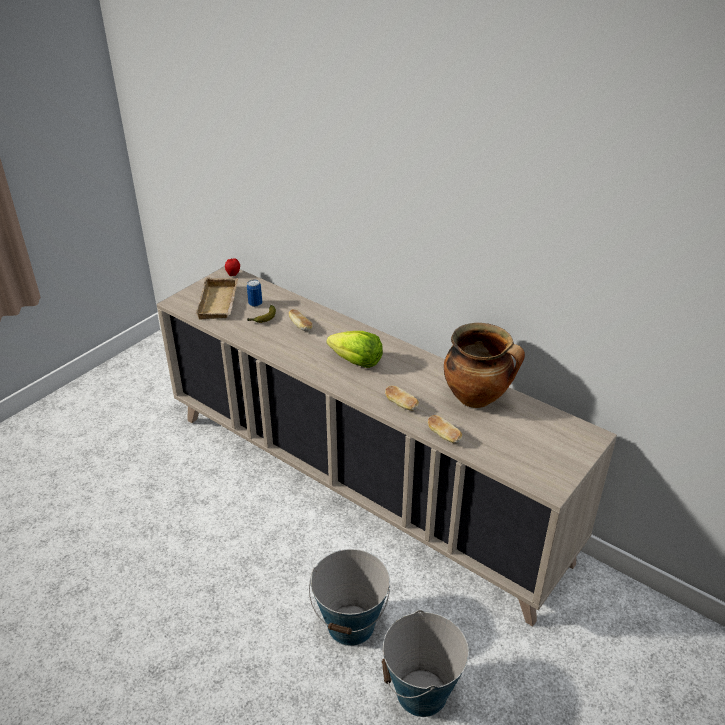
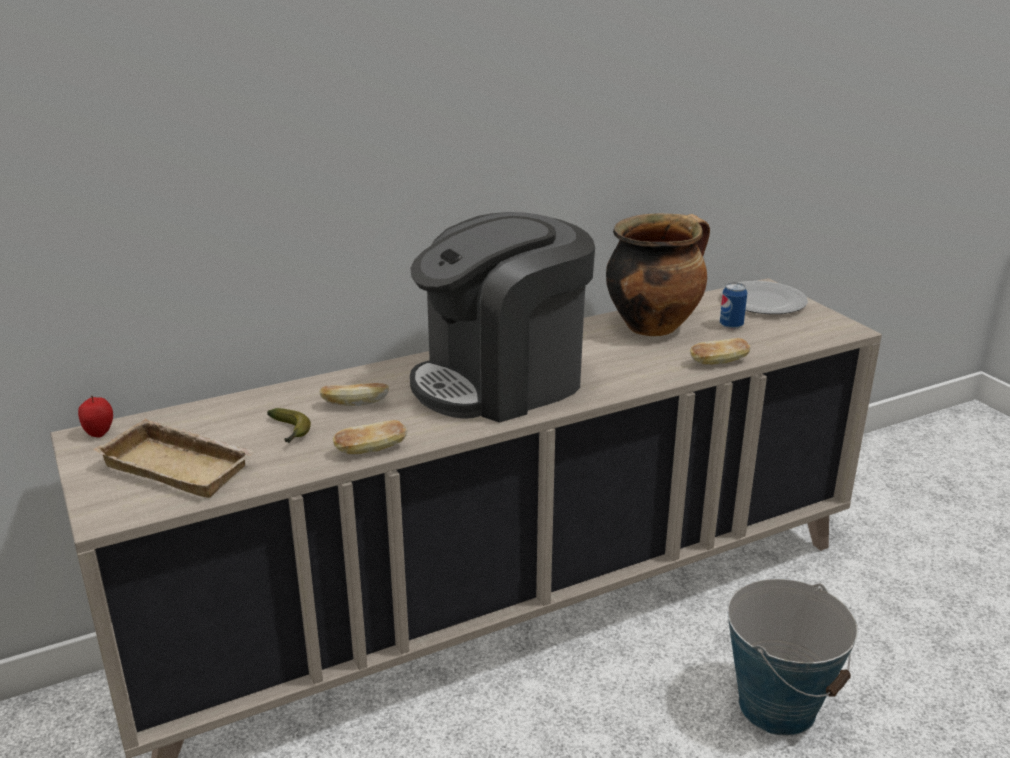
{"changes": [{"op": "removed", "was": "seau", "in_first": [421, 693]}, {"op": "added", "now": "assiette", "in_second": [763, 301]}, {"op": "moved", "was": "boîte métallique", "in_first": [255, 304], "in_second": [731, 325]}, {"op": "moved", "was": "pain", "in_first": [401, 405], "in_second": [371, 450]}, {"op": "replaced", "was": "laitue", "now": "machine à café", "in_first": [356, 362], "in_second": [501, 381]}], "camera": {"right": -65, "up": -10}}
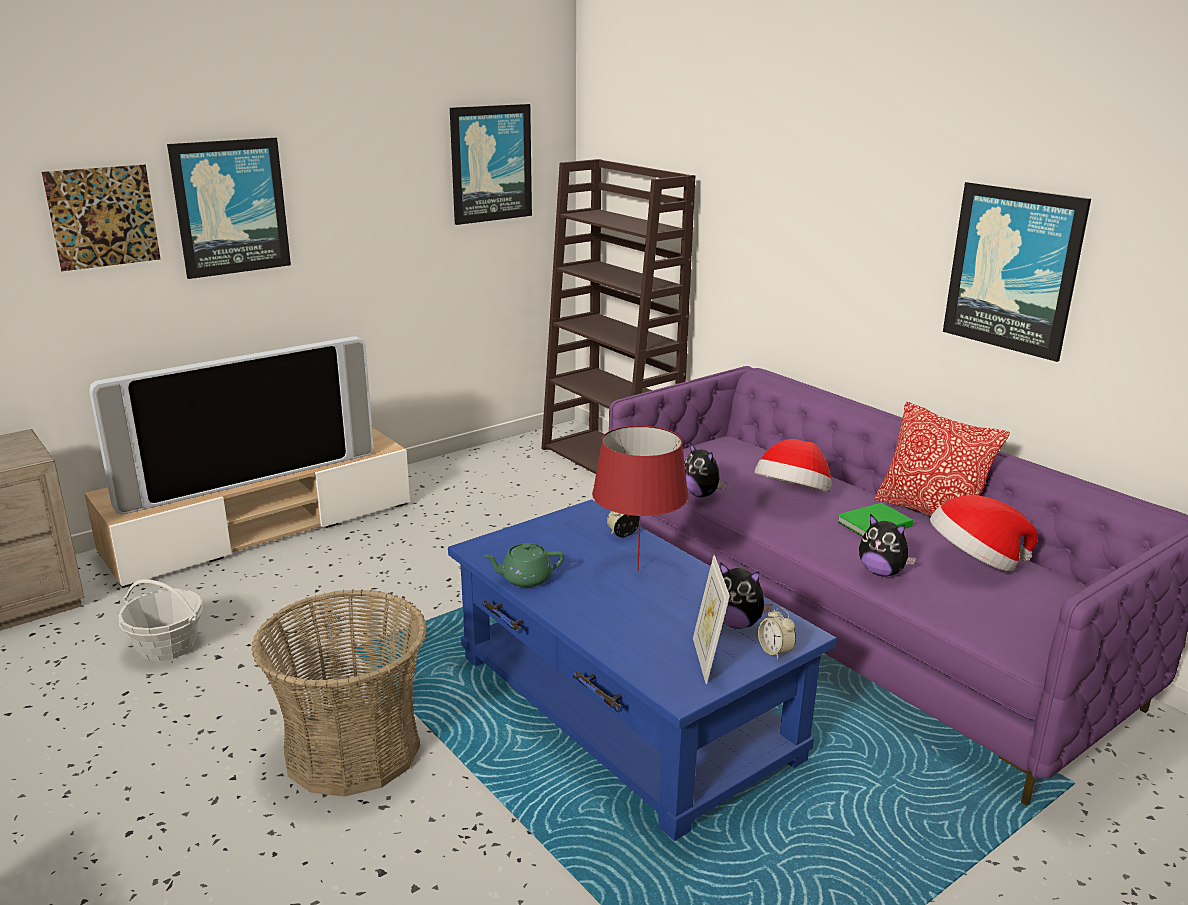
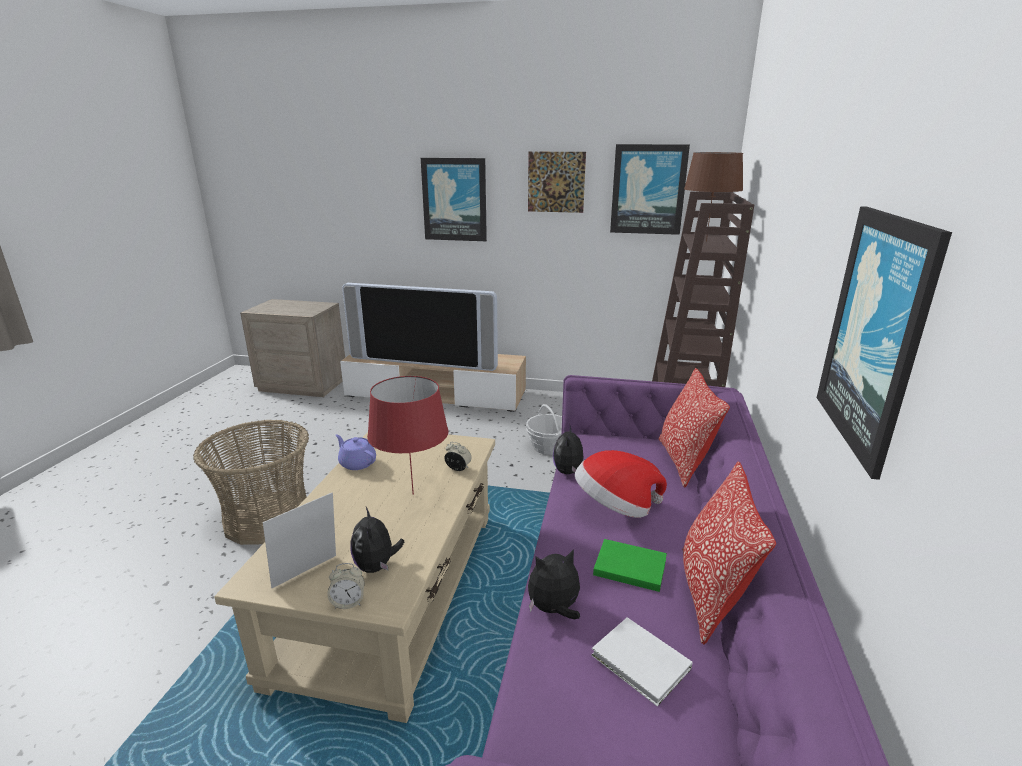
{"changes": [{"op": "added", "now": "coussin", "in_second": [684, 461]}, {"op": "added", "now": "lampe de table [marron]", "in_second": [706, 241]}, {"op": "moved", "was": "tableau", "in_first": [103, 217], "in_second": [556, 182]}, {"op": "moved", "was": "panier", "in_first": [167, 646], "in_second": [548, 447]}, {"op": "replaced", "was": "chapeau", "now": "livre [blanc]", "in_first": [974, 562], "in_second": [641, 664]}, {"op": "recoloured", "was": "table basse [bleu]", "now": "table basse [beige]", "in_first": [624, 707], "in_second": [391, 592]}, {"op": "recoloured", "was": "théière [vert]", "now": "théière [violet]", "in_first": [525, 579], "in_second": [357, 463]}, {"op": "turned", "was": "réveil", "in_first": [775, 651], "in_second": [348, 602], "clockwise": -120}, {"op": "turned", "was": "peluche", "in_first": [882, 572], "in_second": [554, 609], "clockwise": 75}], "camera": {"right": 50, "up": 0}}
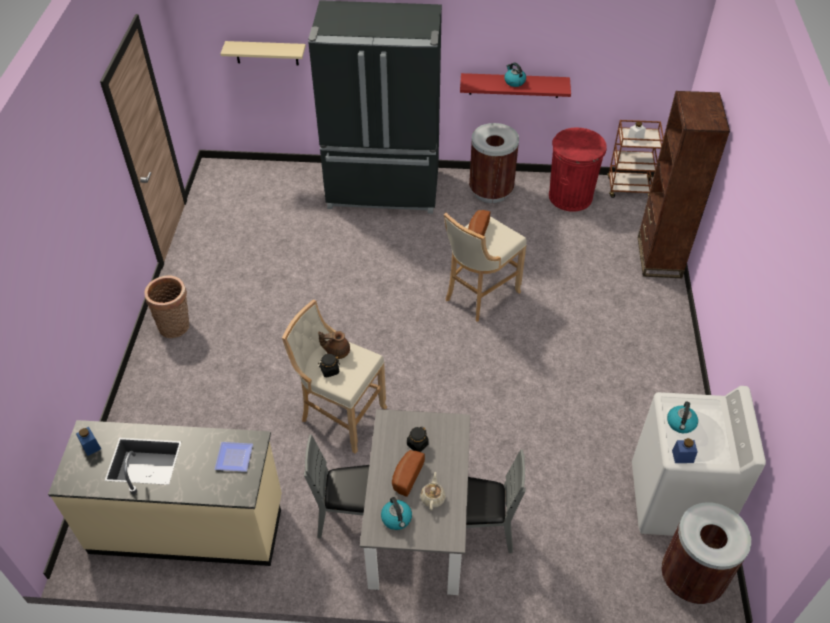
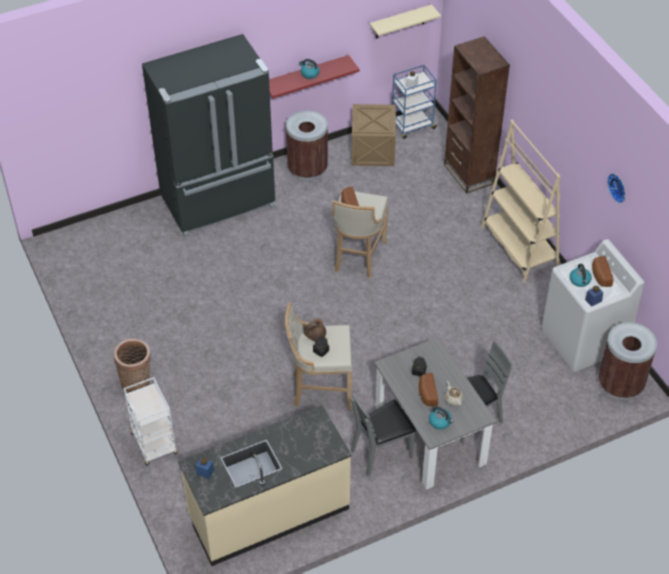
{"changes": [{"op": "removed", "was": "assiette", "in_first": [232, 458]}, {"op": "added", "now": "chariot [blanc]", "in_second": [154, 444]}, {"op": "added", "now": "bibliothèque [beige]", "in_second": [519, 247]}, {"op": "added", "now": "pain", "in_second": [600, 276]}, {"op": "added", "now": "horloge murale", "in_second": [618, 187]}, {"op": "moved", "was": "étagère [beige]", "in_first": [266, 53], "in_second": [400, 22]}, {"op": "replaced", "was": "poubelle [rouge]", "now": "caisse", "in_first": [570, 196], "in_second": [373, 150]}, {"op": "recoloured", "was": "chariot [marron]", "now": "chariot [bleu]", "in_first": [628, 188], "in_second": [412, 126]}], "camera": {"right": -30, "up": 0}}
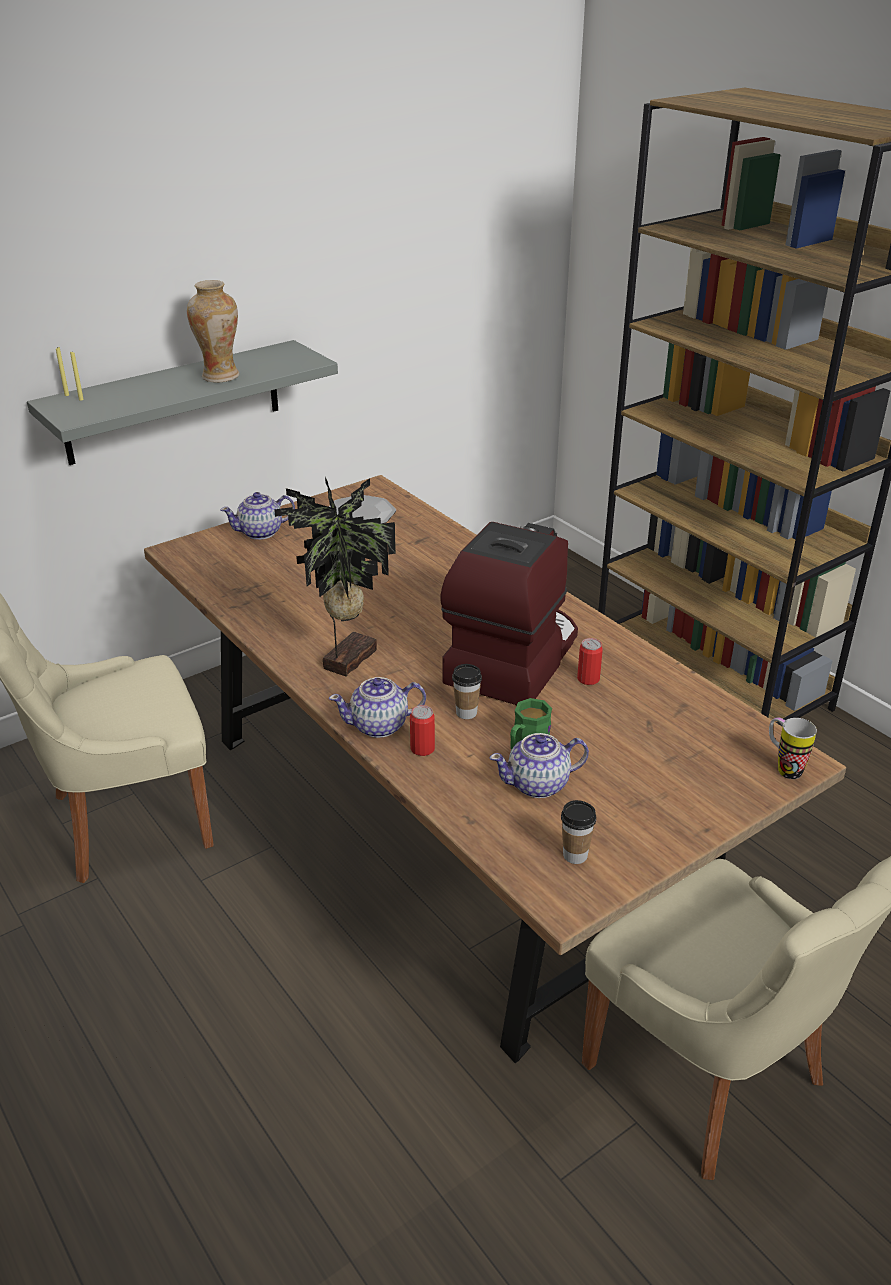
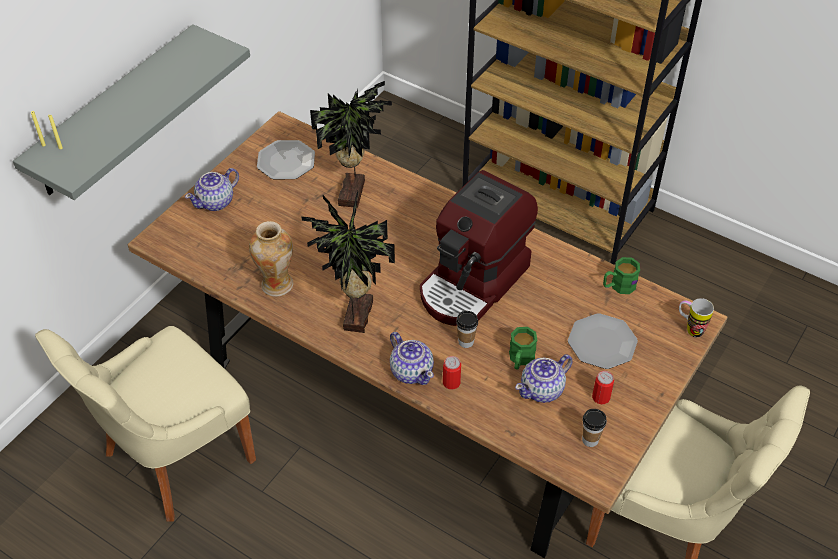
{"changes": [{"op": "added", "now": "plante en pot", "in_second": [354, 193]}, {"op": "added", "now": "assiette", "in_second": [602, 342]}, {"op": "added", "now": "mug [vert]", "in_second": [618, 286]}, {"op": "moved", "was": "vase", "in_first": [220, 376], "in_second": [276, 285]}, {"op": "moved", "was": "boîte métallique", "in_first": [588, 679], "in_second": [601, 397]}, {"op": "turned", "was": "théière", "in_first": [380, 726], "in_second": [411, 371], "clockwise": -90}, {"op": "turned", "was": "machine à café", "in_first": [511, 659], "in_second": [474, 283], "clockwise": -150}], "camera": {"right": -20, "up": 15}}
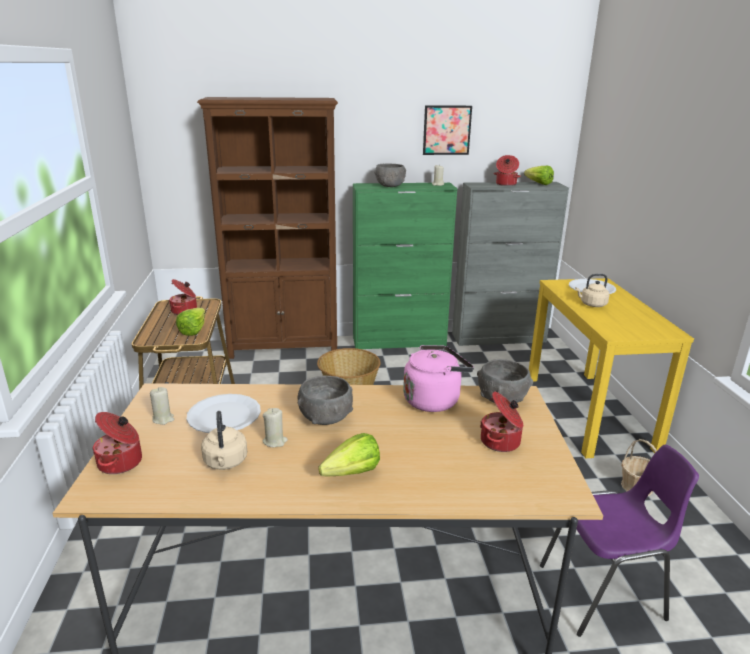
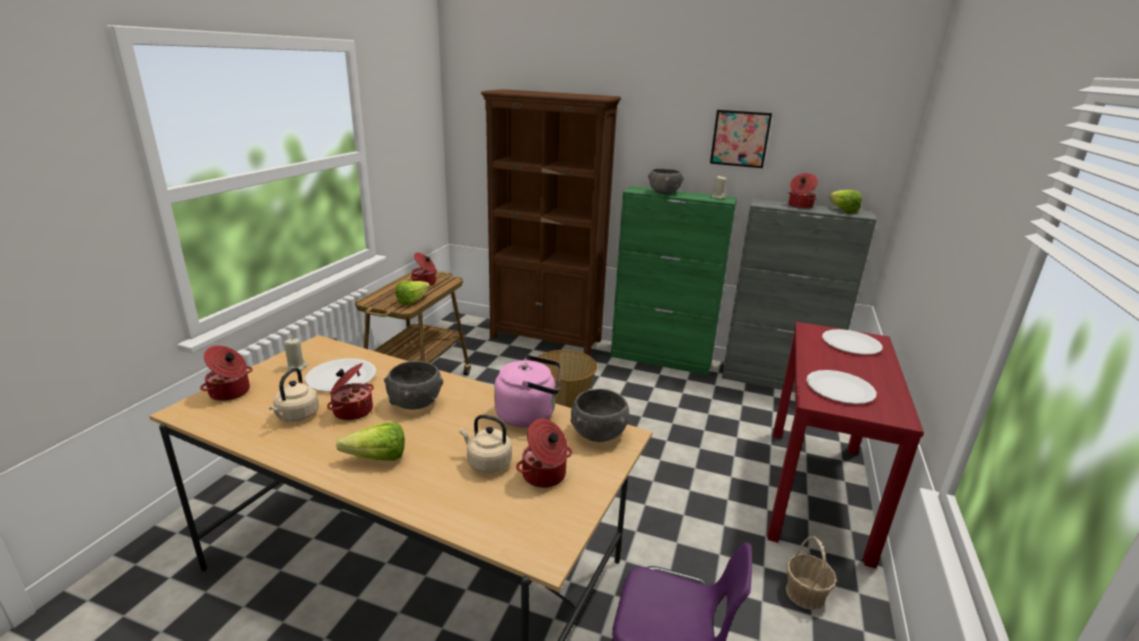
{"changes": [{"op": "added", "now": "assiette [blanc]", "in_second": [839, 388]}, {"op": "moved", "was": "bouilloire [beige]", "in_first": [591, 304], "in_second": [487, 463]}, {"op": "replaced", "was": "bougie [beige]", "now": "marmite", "in_first": [275, 441], "in_second": [352, 410]}, {"op": "recoloured", "was": "table console [jaune]", "now": "table console [rouge]", "in_first": [588, 412], "in_second": [817, 490]}], "camera": {"right": 25, "up": 0}}
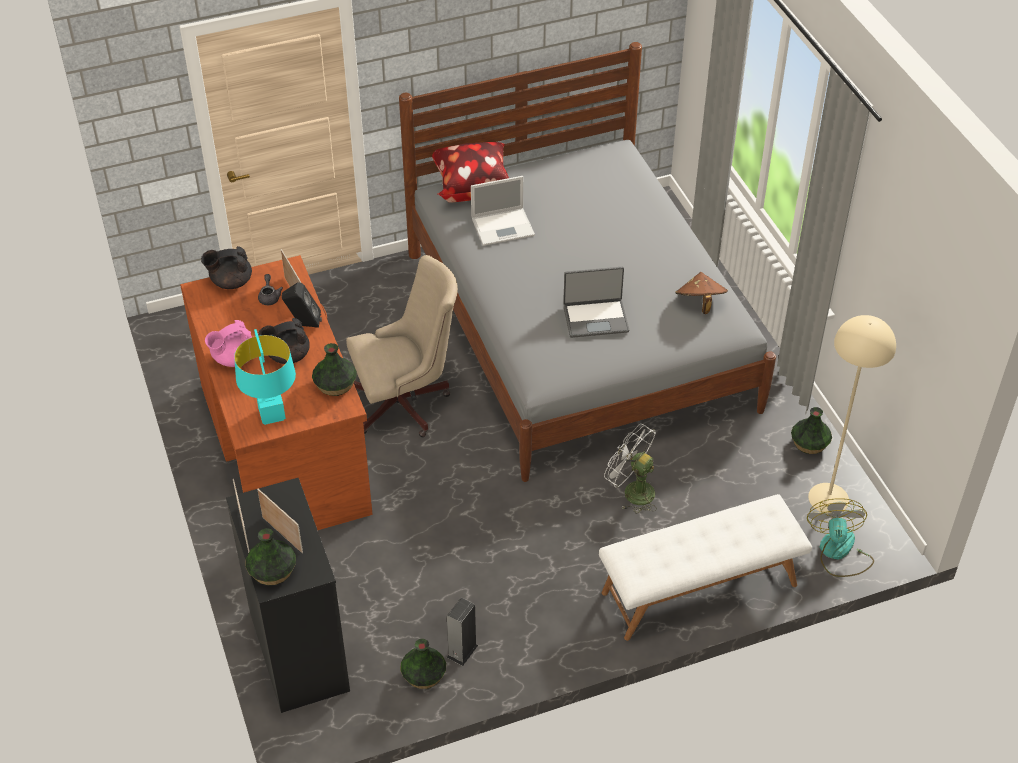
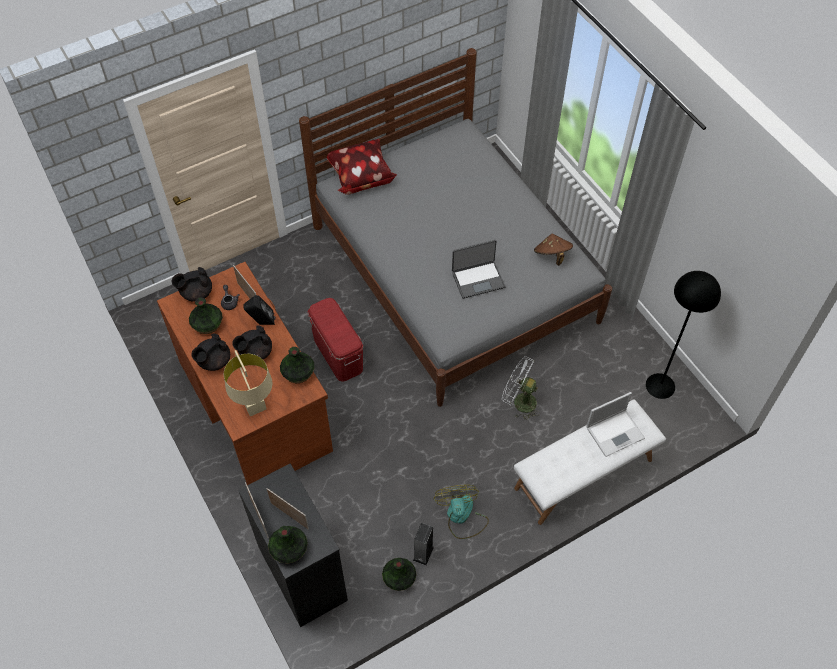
{"changes": [{"op": "moved", "was": "ordinateur portable", "in_first": [504, 226], "in_second": [616, 432]}, {"op": "moved", "was": "vase", "in_first": [810, 444], "in_second": [208, 324]}, {"op": "moved", "was": "ventilateur", "in_first": [838, 552], "in_second": [461, 517]}, {"op": "replaced", "was": "chaise de bureau [beige]", "now": "boîte de rangement [rouge]", "in_first": [406, 403], "in_second": [338, 354]}, {"op": "recoloured", "was": "théière [rose]", "now": "théière [noir]", "in_first": [233, 359], "in_second": [213, 361]}, {"op": "recoloured", "was": "lampe de table [turquoise]", "now": "lampe de table [beige]", "in_first": [272, 415], "in_second": [255, 406]}, {"op": "recoloured", "was": "lampadaire [beige]", "now": "lampadaire [noir]", "in_first": [828, 498], "in_second": [660, 386]}], "camera": {"right": -10, "up": 10}}
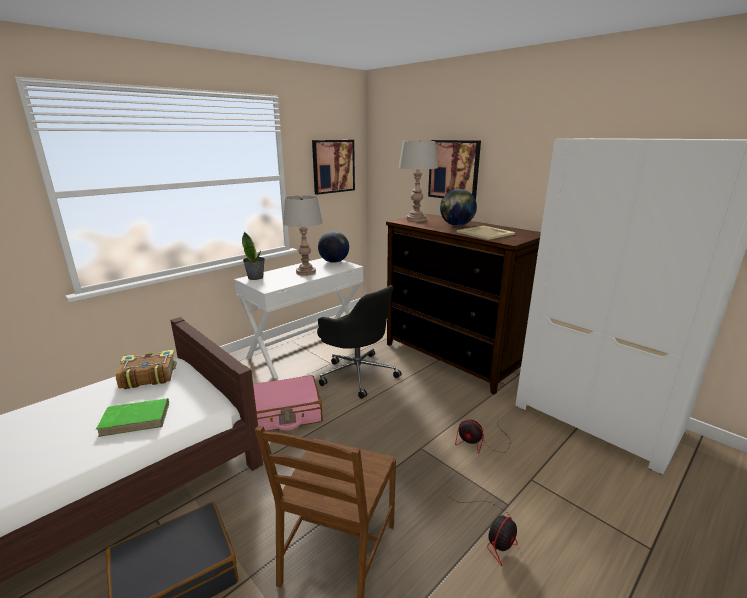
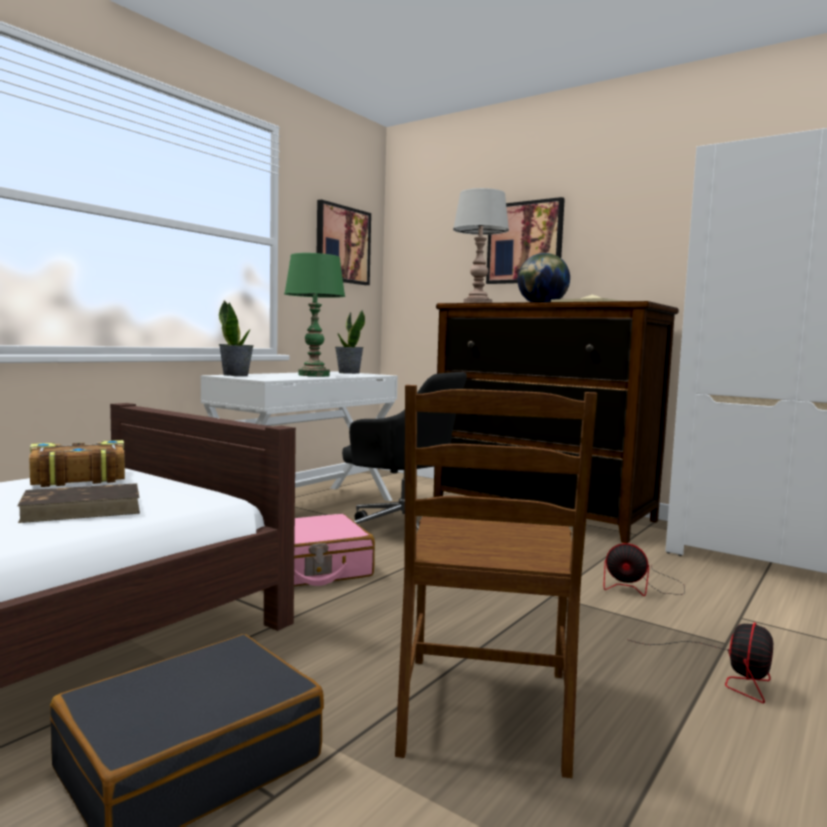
{"changes": [{"op": "replaced", "was": "globe", "now": "plante en pot", "in_first": [334, 261], "in_second": [348, 373]}, {"op": "recoloured", "was": "livre [vert]", "now": "livre [marron]", "in_first": [136, 419], "in_second": [83, 508]}, {"op": "recoloured", "was": "lampe de table [gris]", "now": "lampe de table [vert]", "in_first": [305, 272], "in_second": [313, 375]}], "camera": {"right": -10, "up": -15}}
